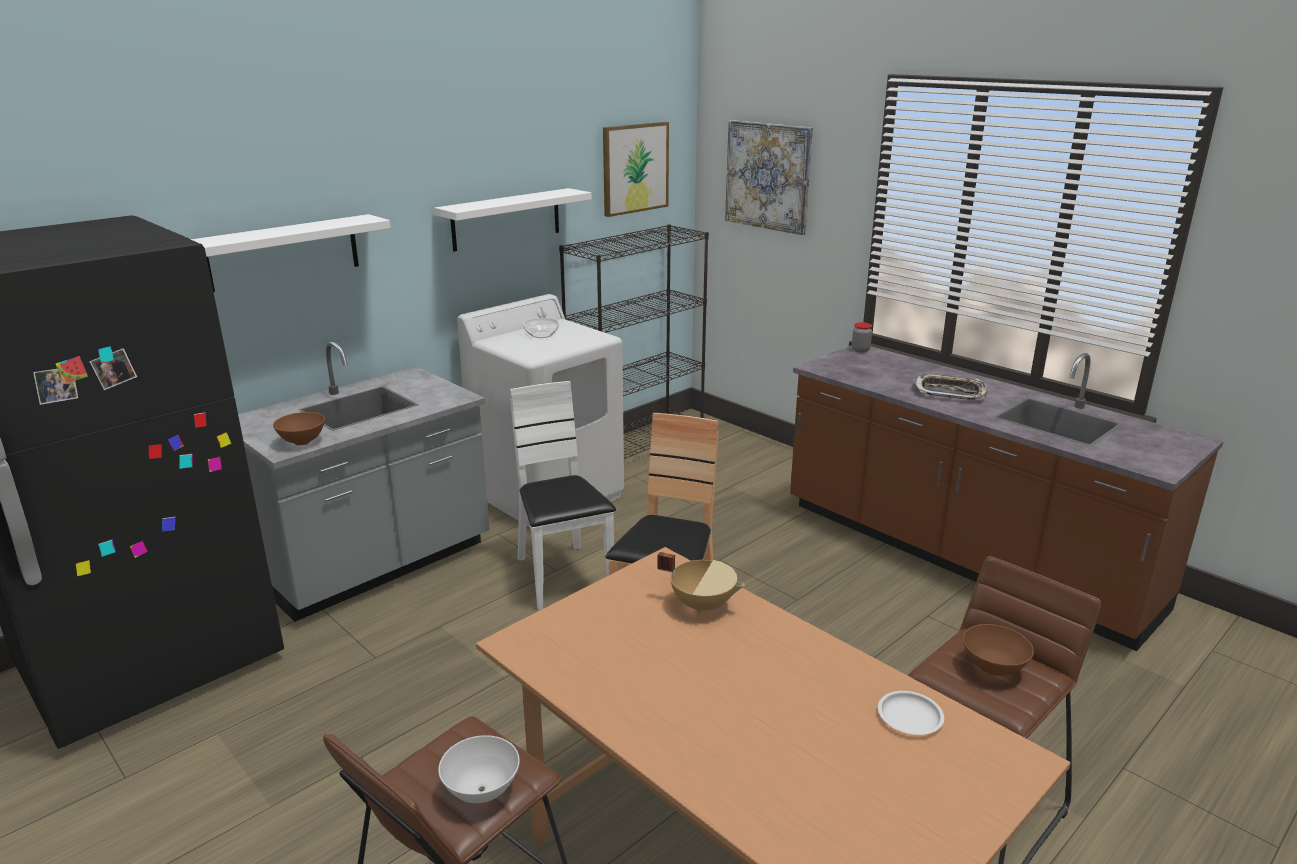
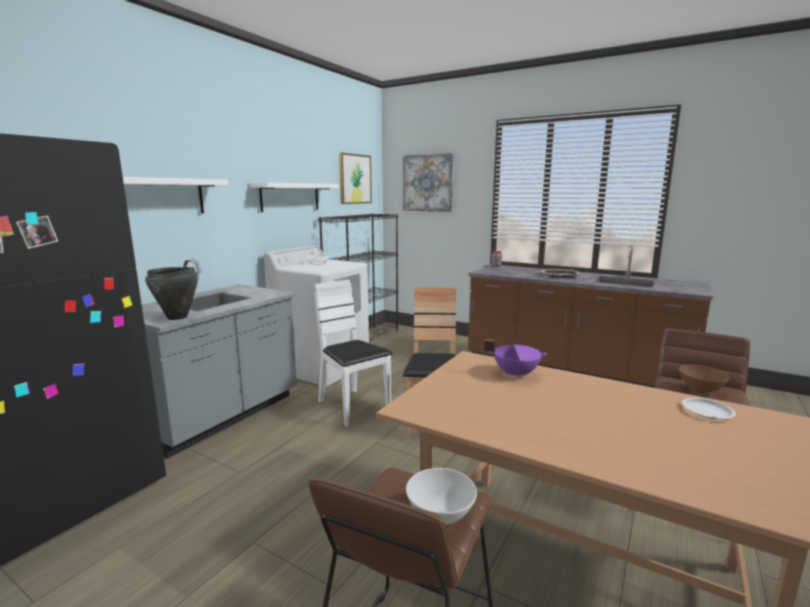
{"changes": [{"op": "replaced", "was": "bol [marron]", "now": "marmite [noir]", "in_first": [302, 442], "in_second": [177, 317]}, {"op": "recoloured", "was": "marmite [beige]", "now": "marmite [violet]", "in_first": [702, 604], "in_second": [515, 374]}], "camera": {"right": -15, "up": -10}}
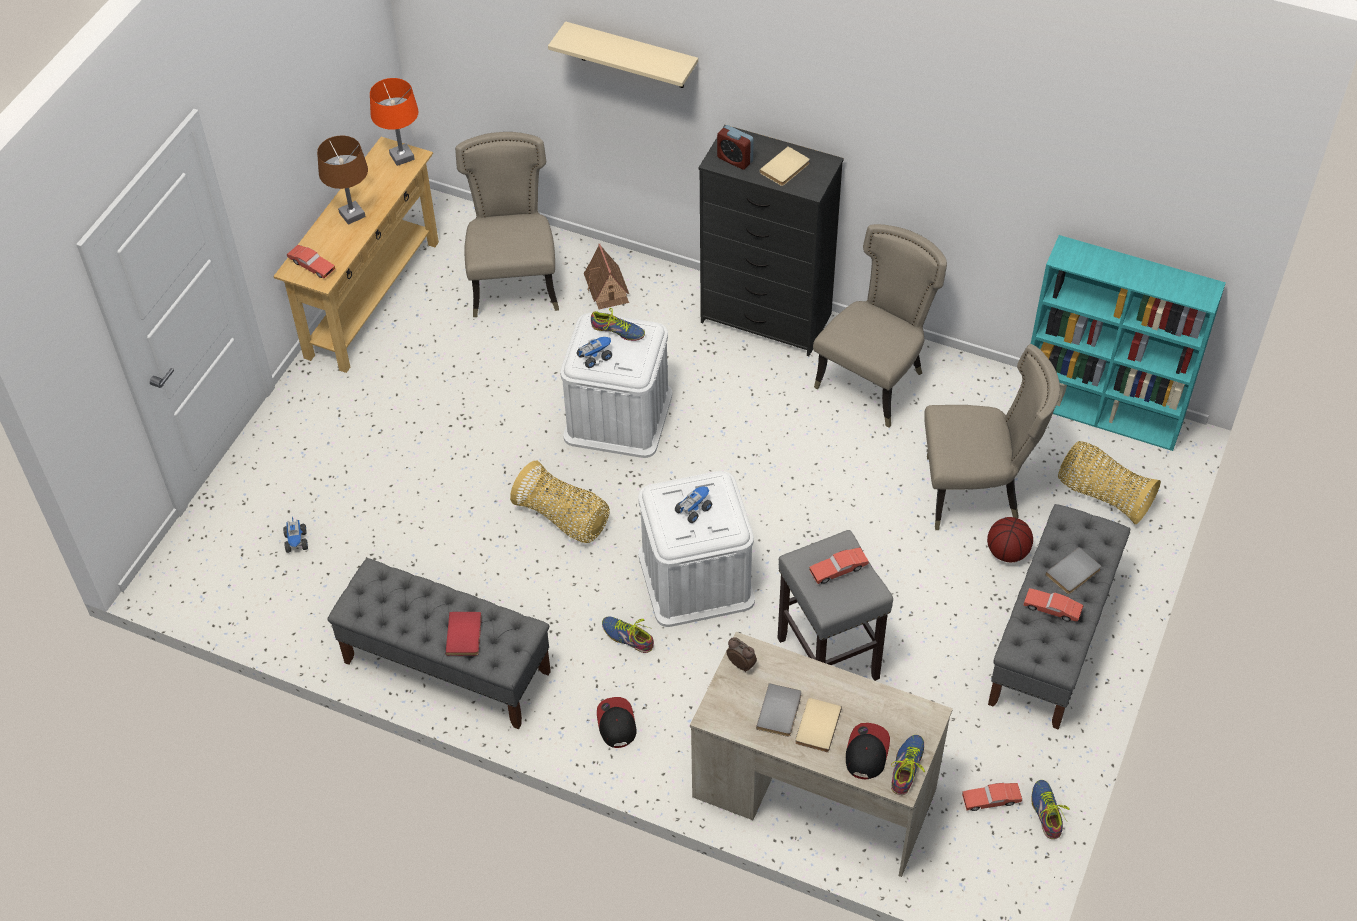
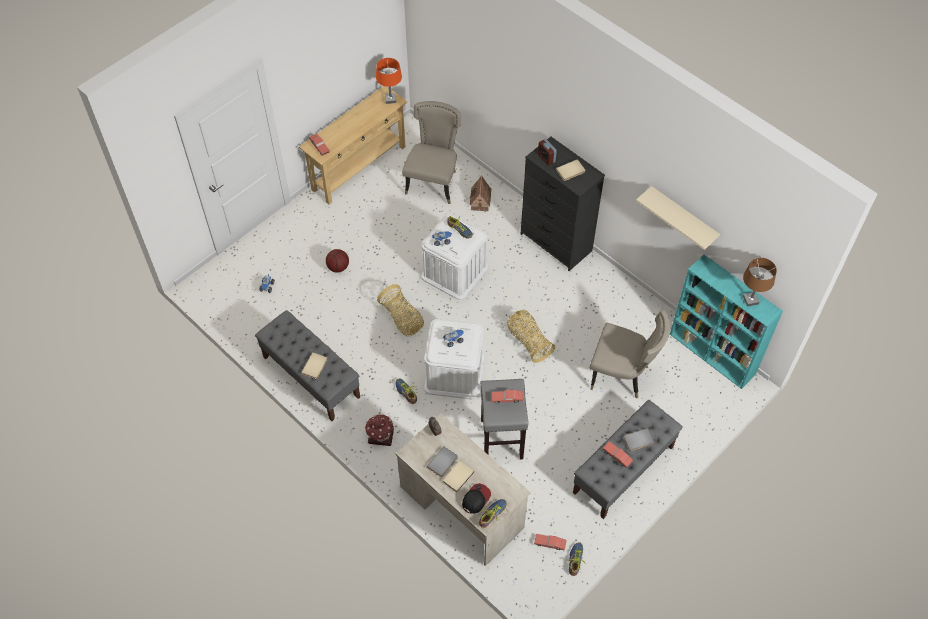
{"changes": [{"op": "removed", "was": "chaise [beige]", "in_first": [875, 380]}, {"op": "moved", "was": "lampe de table [marron]", "in_first": [352, 215], "in_second": [750, 300]}, {"op": "moved", "was": "étagère [beige]", "in_first": [631, 56], "in_second": [683, 217]}, {"op": "moved", "was": "ballon de basket", "in_first": [1007, 552], "in_second": [338, 267]}, {"op": "moved", "was": "panier", "in_first": [1102, 495], "in_second": [529, 341]}, {"op": "replaced", "was": "casquette", "now": "maison miniature", "in_first": [616, 723], "in_second": [380, 435]}, {"op": "recoloured", "was": "livre [rouge]", "now": "livre [beige]", "in_first": [465, 635], "in_second": [315, 366]}], "camera": {"right": 20, "up": 5}}
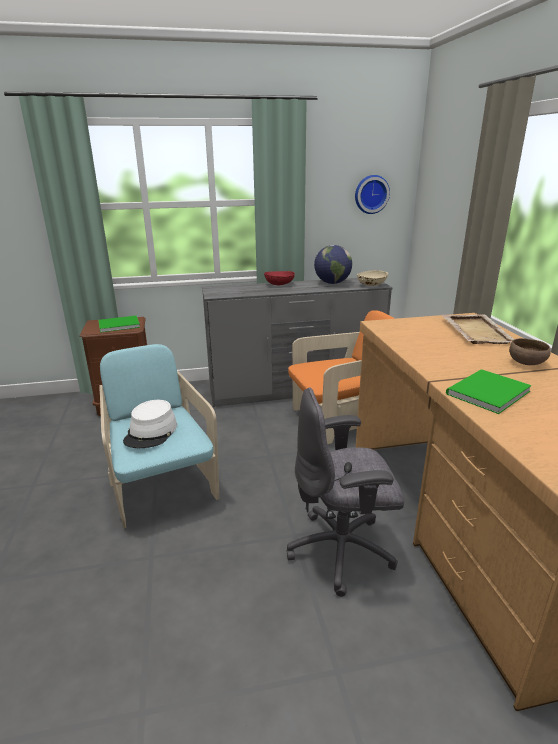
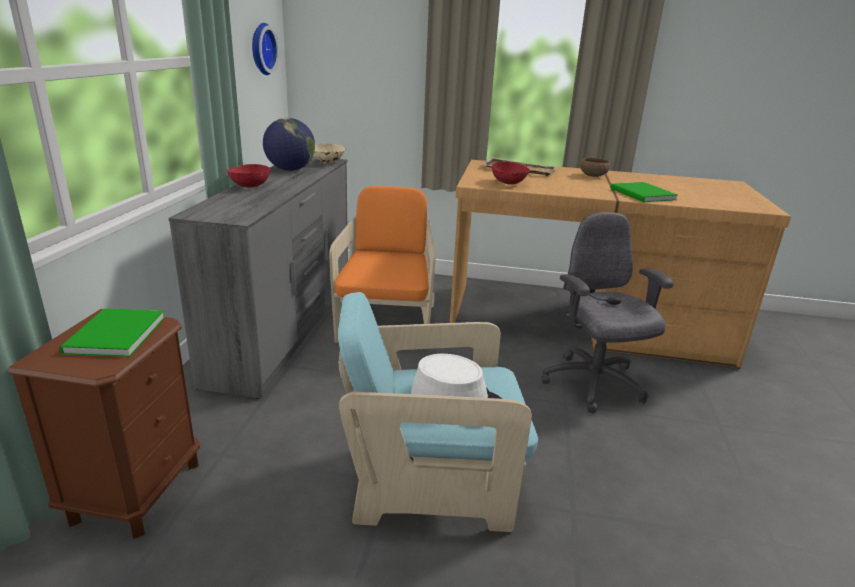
{"changes": [{"op": "added", "now": "bol [rouge]", "in_second": [509, 183]}, {"op": "turned", "was": "chaise de bureau [gris]", "in_first": [342, 551], "in_second": [593, 384], "clockwise": 150}], "camera": {"right": -70, "up": 0}}
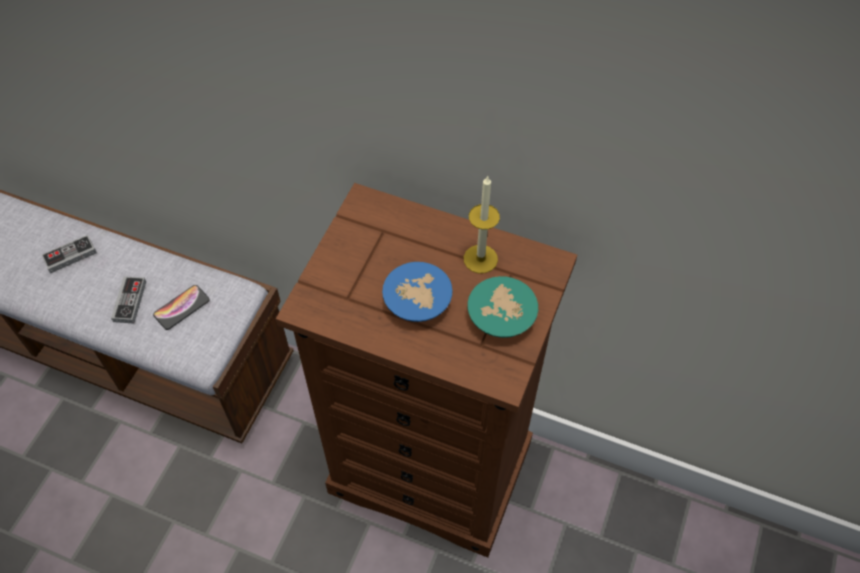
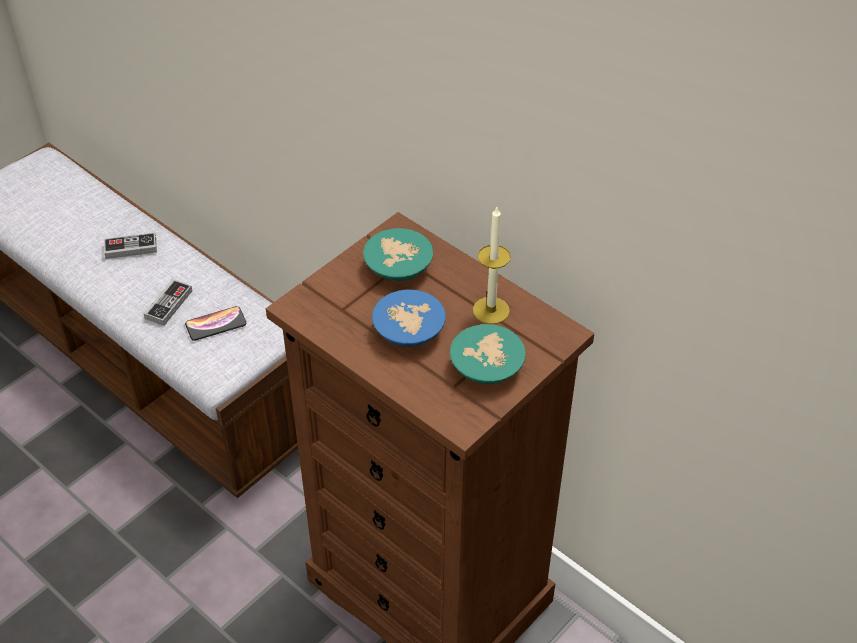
{"changes": [{"op": "added", "now": "bol [turquoise]", "in_second": [397, 266]}], "camera": {"right": 20, "up": -10}}
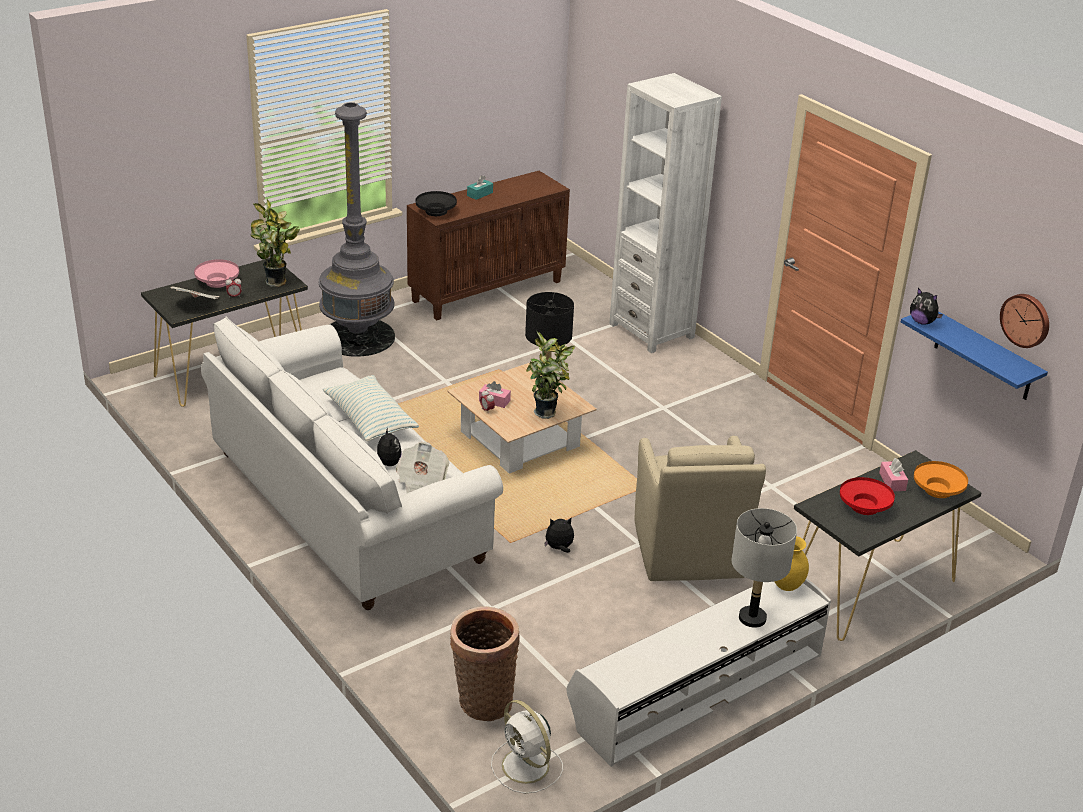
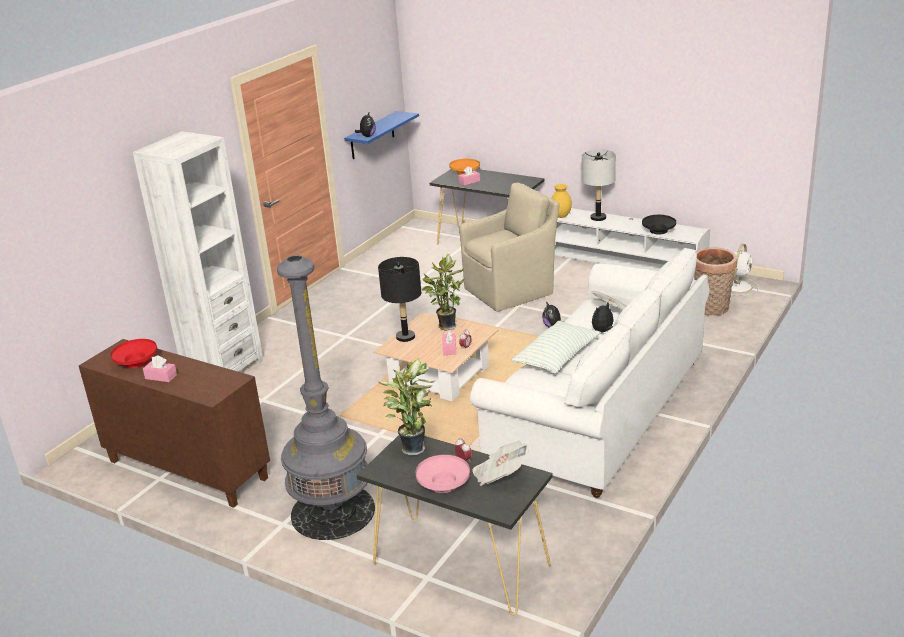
{"changes": [{"op": "removed", "was": "horloge murale", "in_first": [1026, 320]}, {"op": "moved", "was": "bol [noir]", "in_first": [435, 211], "in_second": [658, 231]}, {"op": "moved", "was": "bol [rouge]", "in_first": [864, 506], "in_second": [136, 362]}, {"op": "recoloured", "was": "boîte à mouchoirs [turquoise]", "now": "boîte à mouchoirs [rose]", "in_first": [480, 194], "in_second": [161, 377]}], "camera": {"right": -110, "up": -5}}
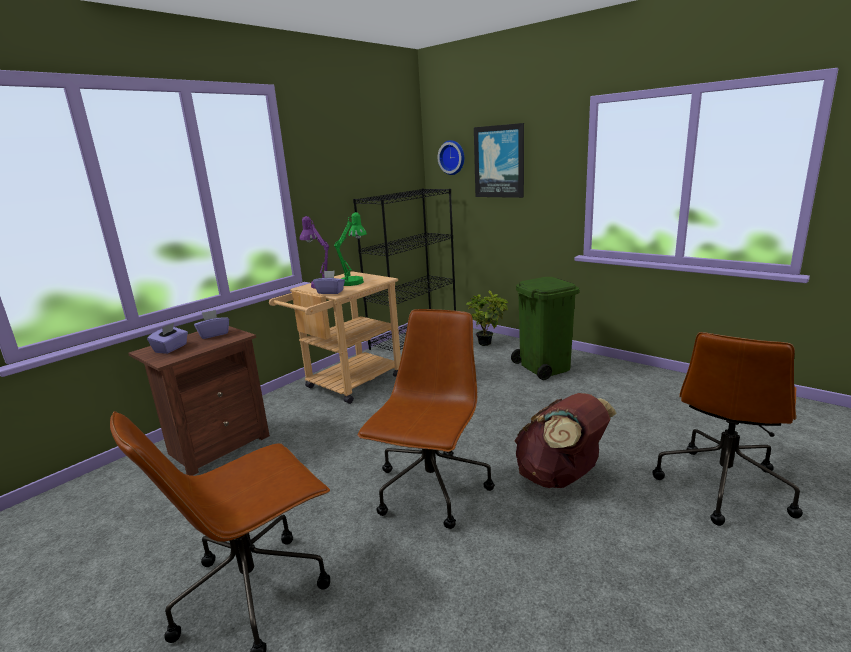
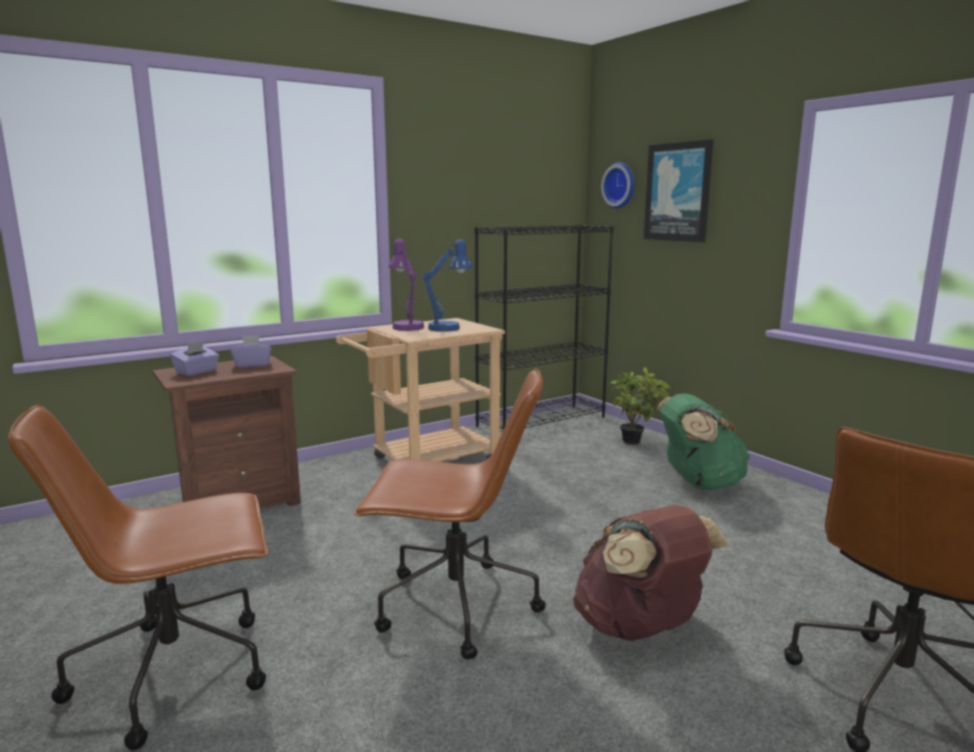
{"changes": [{"op": "removed", "was": "boîte à mouchoirs [violet]", "in_first": [330, 292]}, {"op": "replaced", "was": "poubelle [vert]", "now": "sac à dos [vert]", "in_first": [543, 367], "in_second": [698, 483]}, {"op": "recoloured", "was": "lampe de table [vert]", "now": "lampe de table [bleu]", "in_first": [355, 281], "in_second": [449, 327]}, {"op": "turned", "was": "chaise de bureau [marron]", "in_first": [431, 491], "in_second": [453, 607], "clockwise": 60}], "camera": {"right": 15, "up": -5}}
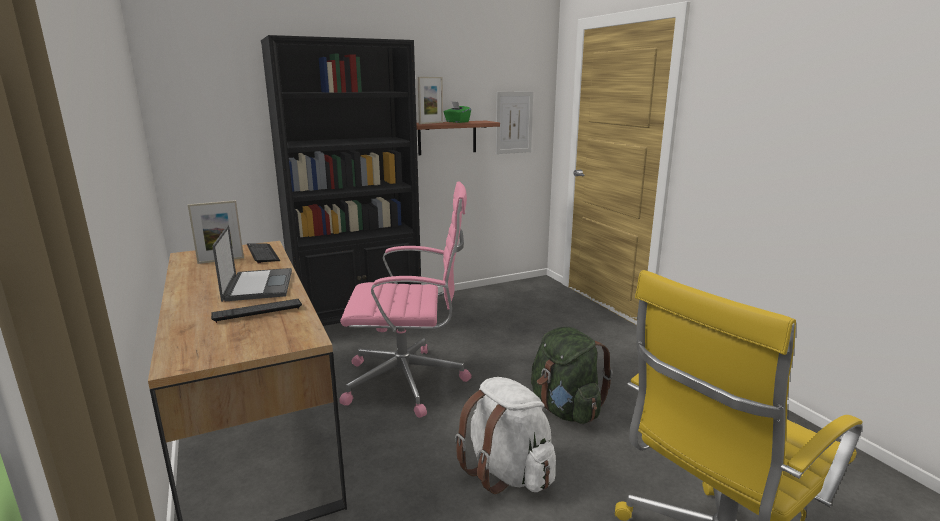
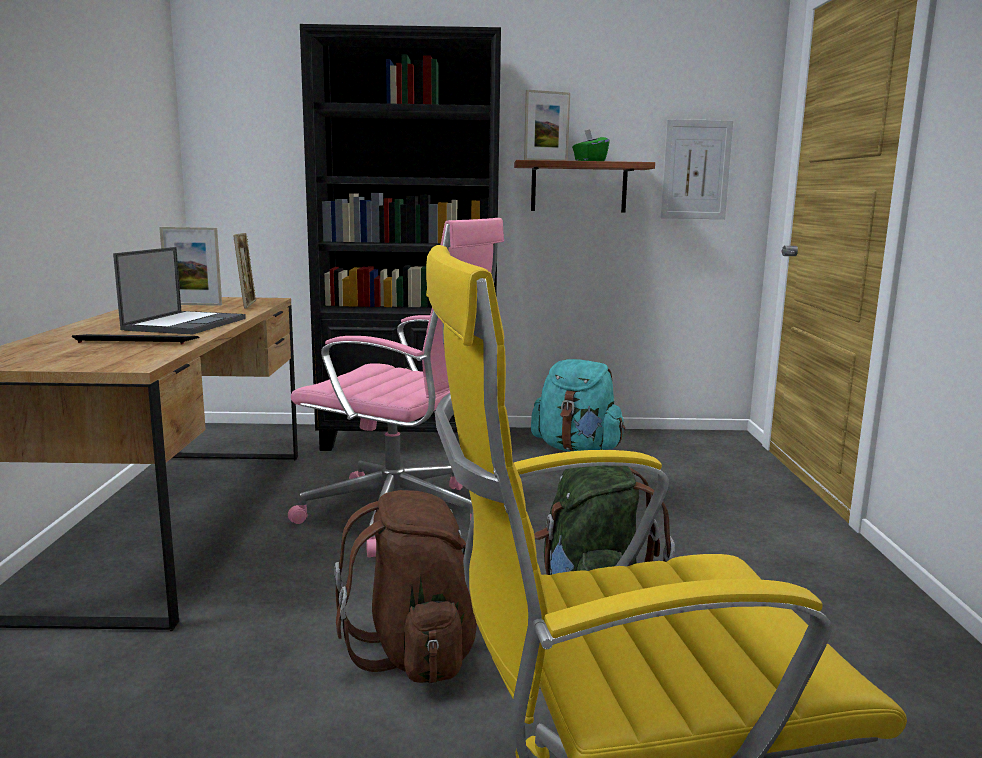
{"changes": [{"op": "added", "now": "sac à dos [turquoise]", "in_second": [577, 449]}, {"op": "replaced", "was": "clavier", "now": "cadre photo", "in_first": [263, 254], "in_second": [247, 304]}, {"op": "recoloured", "was": "sac à dos [blanc]", "now": "sac à dos [marron]", "in_first": [507, 471], "in_second": [417, 651]}], "camera": {"right": 25, "up": -5}}
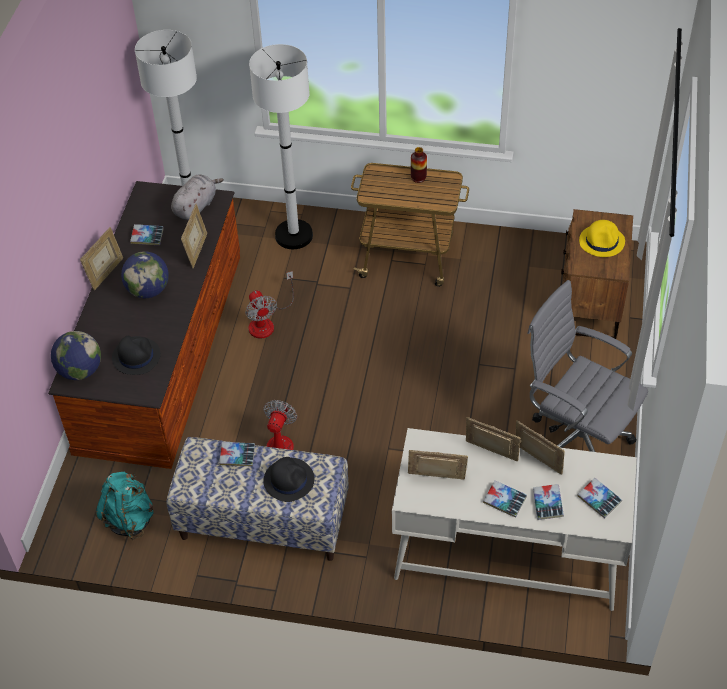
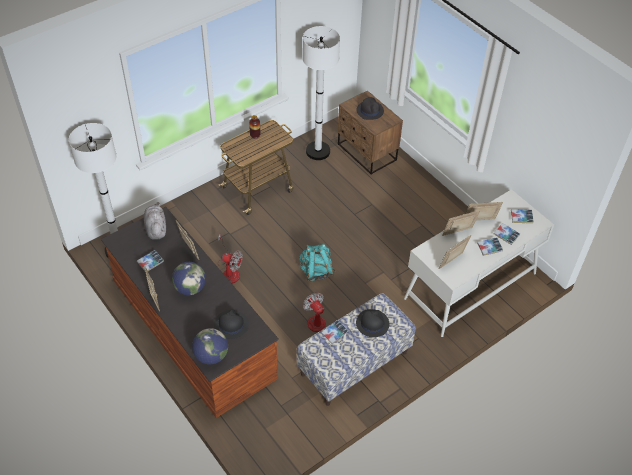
{"changes": [{"op": "removed", "was": "chaise de bureau [gris]", "in_first": [574, 440]}, {"op": "moved", "was": "sac à dos [turquoise]", "in_first": [130, 519], "in_second": [316, 271]}, {"op": "moved", "was": "lampadaire [blanc]", "in_first": [294, 235], "in_second": [318, 151]}, {"op": "recoloured", "was": "chapeau [jaune]", "now": "chapeau [noir]", "in_first": [602, 241], "in_second": [370, 110]}], "camera": {"right": -50, "up": 0}}
